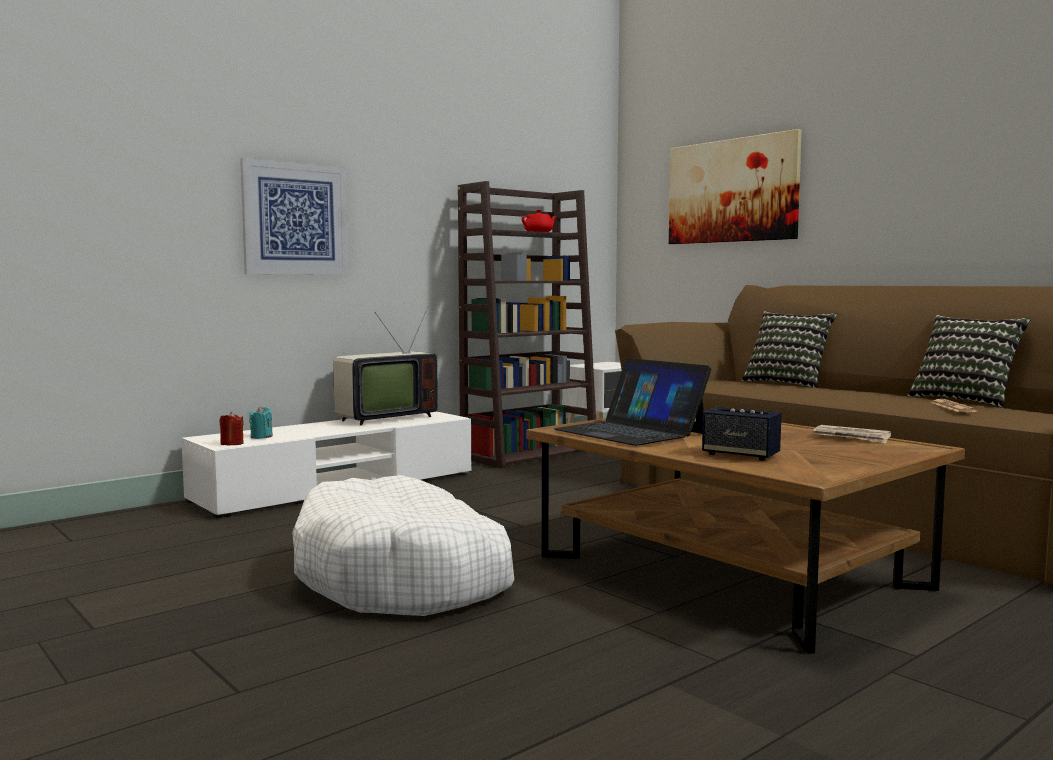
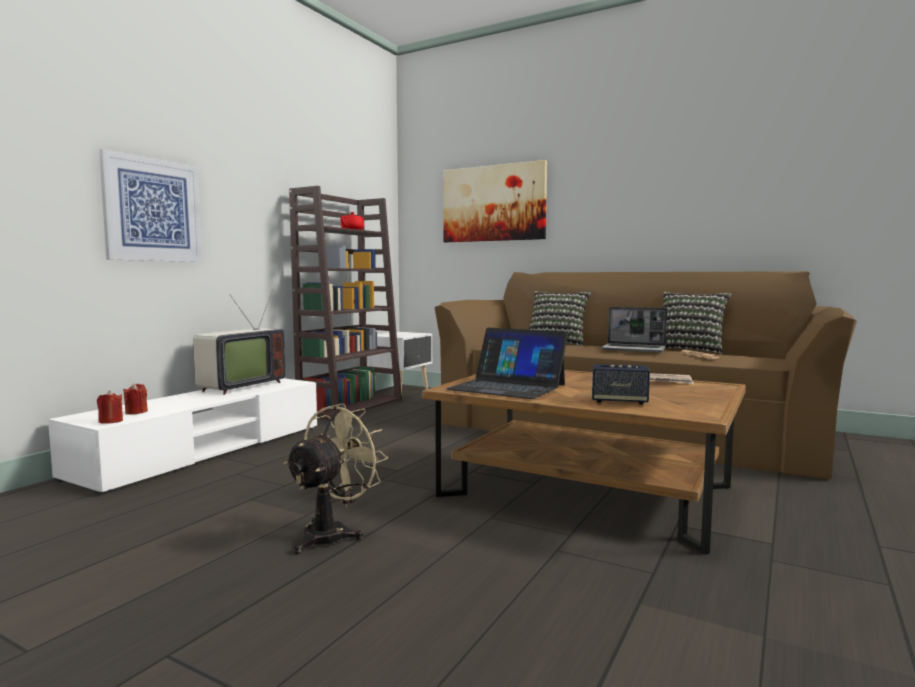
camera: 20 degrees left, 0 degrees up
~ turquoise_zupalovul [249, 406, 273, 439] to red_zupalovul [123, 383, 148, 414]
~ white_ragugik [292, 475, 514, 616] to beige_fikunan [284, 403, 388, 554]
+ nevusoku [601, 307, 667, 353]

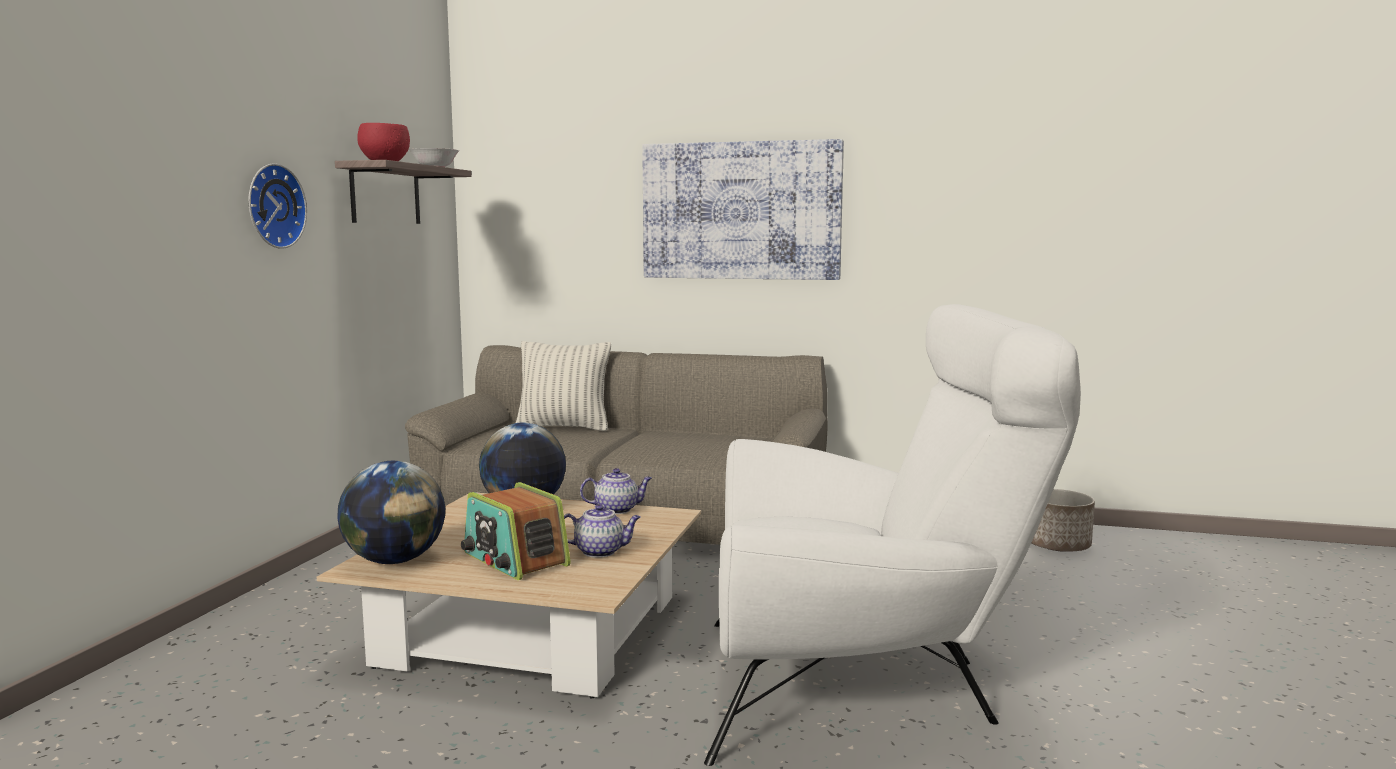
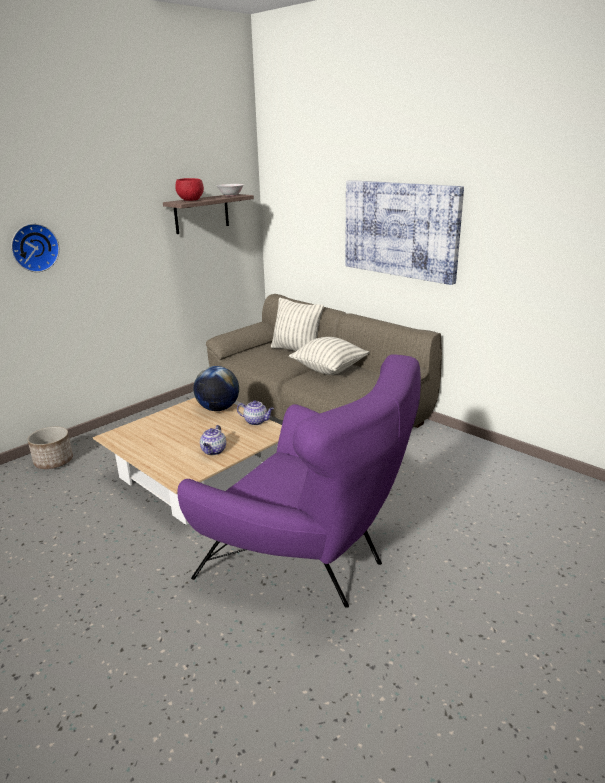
camera: 30 degrees right, 15 degrees up
~ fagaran [248, 163, 307, 249] to [11, 224, 60, 272]
~ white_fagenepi [704, 304, 1081, 766] to purple_fagenepi [177, 355, 421, 608]
- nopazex [338, 461, 445, 564]
- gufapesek [461, 482, 571, 580]
~ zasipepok [1031, 489, 1095, 552] to [27, 427, 73, 469]
~ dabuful [564, 504, 641, 558] = [200, 425, 226, 455] 75 degrees clockwise
+ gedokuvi [289, 337, 369, 375]

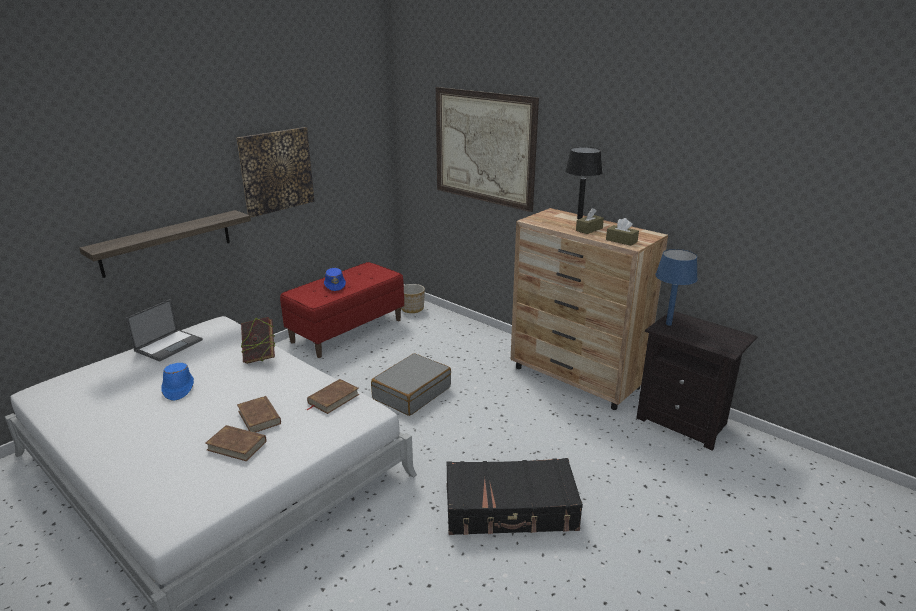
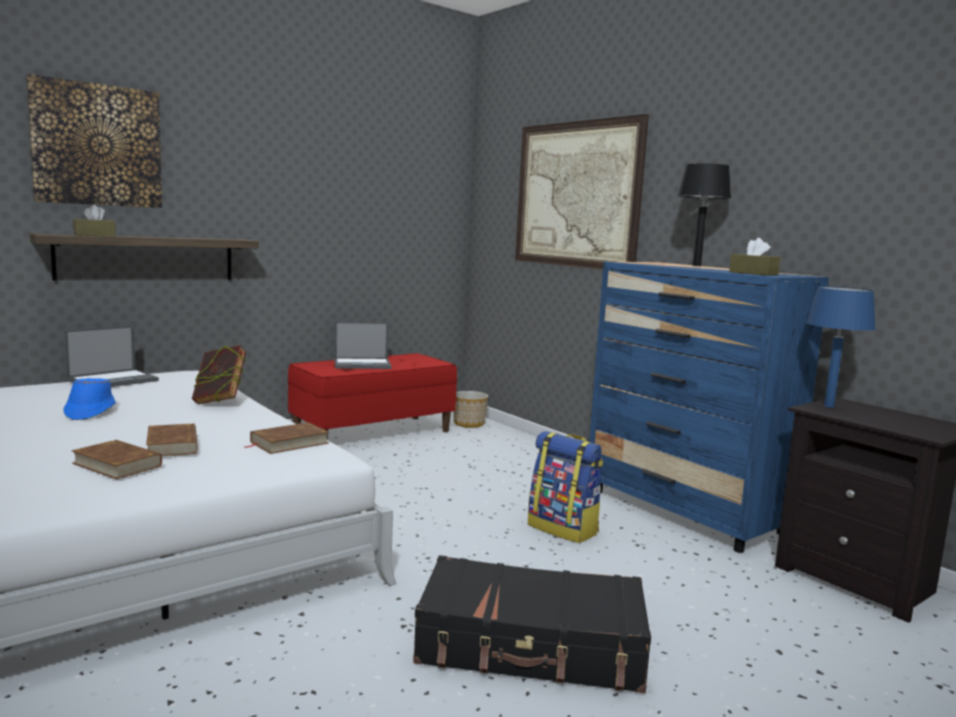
camera: 10 degrees right, 15 degrees down
~ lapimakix [236, 127, 314, 218] to [27, 74, 162, 208]
~ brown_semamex [511, 208, 668, 410] to blue_semamex [589, 262, 829, 553]
~ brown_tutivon [576, 208, 604, 234] to [74, 205, 116, 237]
~ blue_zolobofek [324, 268, 346, 291] to nevusoku [334, 321, 391, 369]
- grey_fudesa [371, 353, 451, 416]
+ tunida [528, 431, 603, 543]

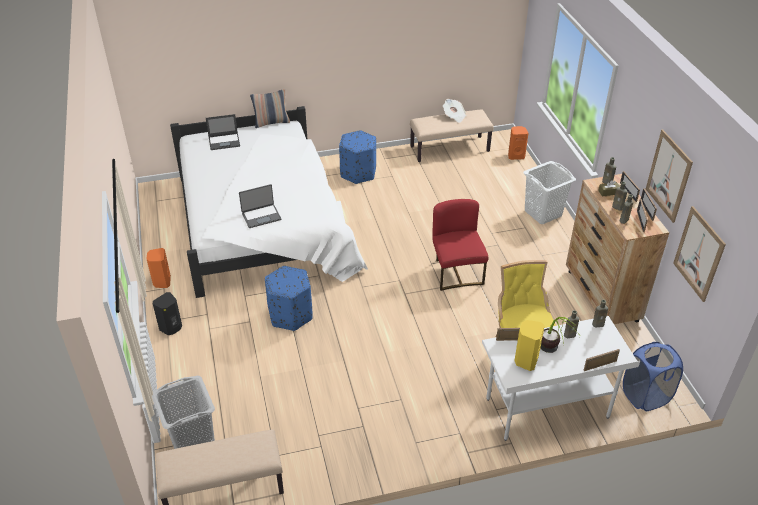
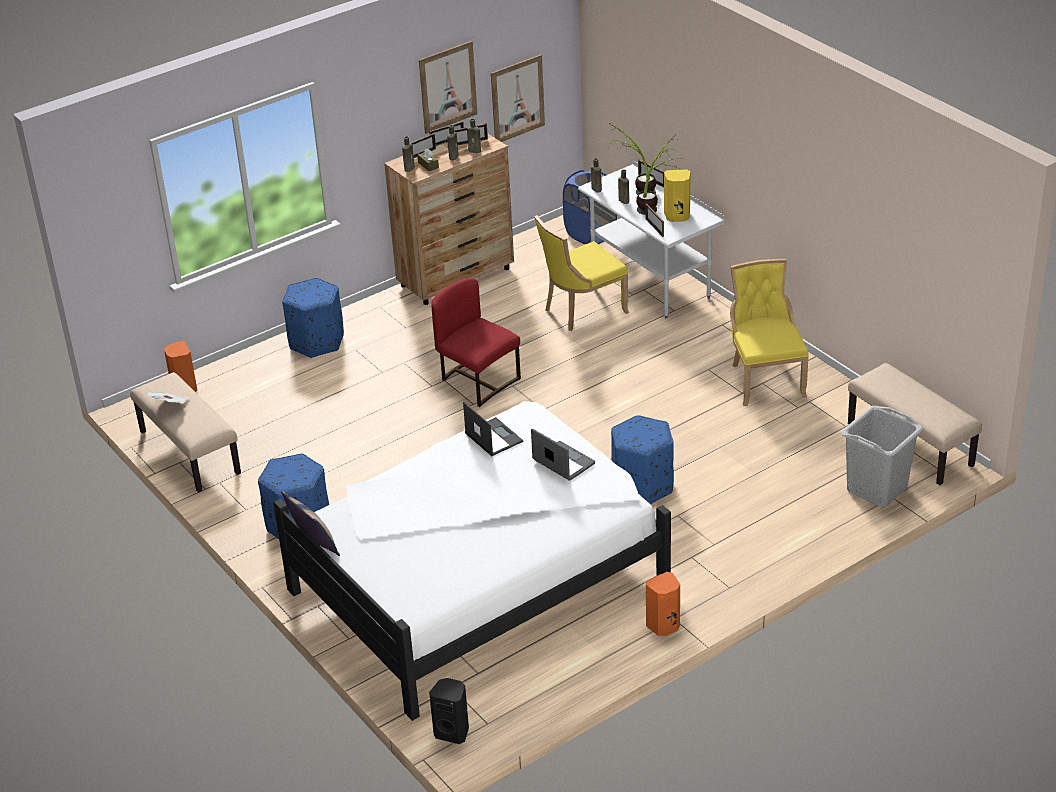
camera: 110 degrees left, 5 degrees down
~ nevusoku [206, 114, 240, 150] to [463, 402, 523, 456]
~ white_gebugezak [523, 161, 576, 224] to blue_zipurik [282, 278, 344, 358]
~ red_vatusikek [432, 199, 488, 291] = [432, 278, 521, 407] 75 degrees clockwise
~ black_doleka [153, 292, 182, 335] to [429, 678, 469, 744]
+ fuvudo [608, 123, 656, 195]
+ yellow_vatusikek [730, 259, 809, 406]

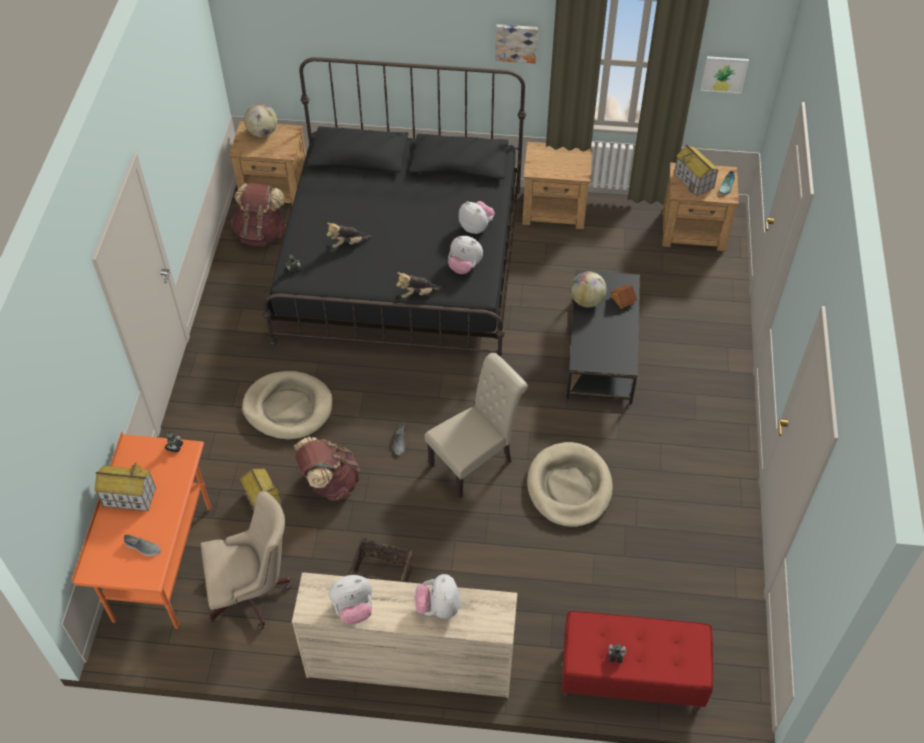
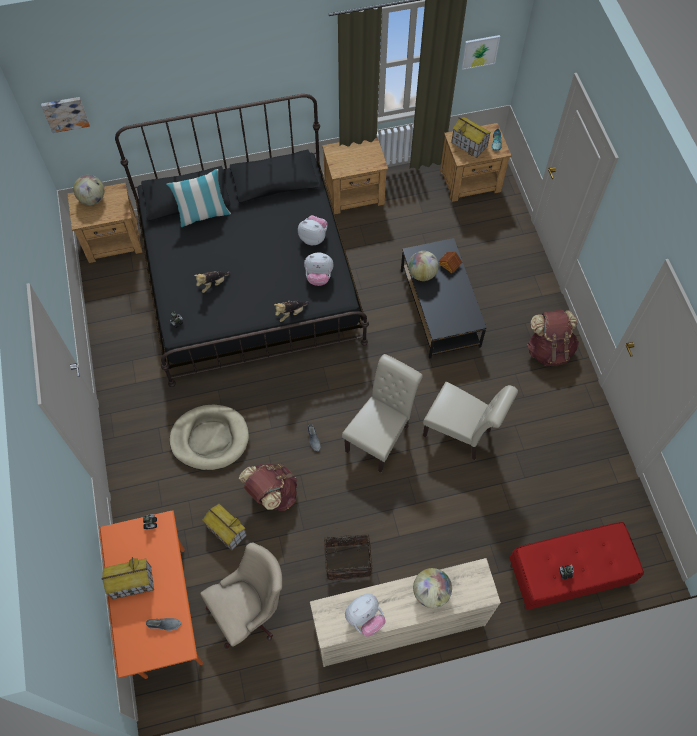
camera: 20 degrees left, 10 degrees up
~ lapimakix [495, 24, 538, 63] to [41, 97, 90, 133]
~ brown_tunida [231, 183, 286, 246] to [527, 310, 579, 366]
~ beige_ragugik [527, 442, 613, 528] to beige_vatusikek [423, 382, 518, 460]
~ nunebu [415, 574, 460, 619] to nopazex [413, 568, 452, 608]
+ gedokuvi [166, 169, 231, 227]

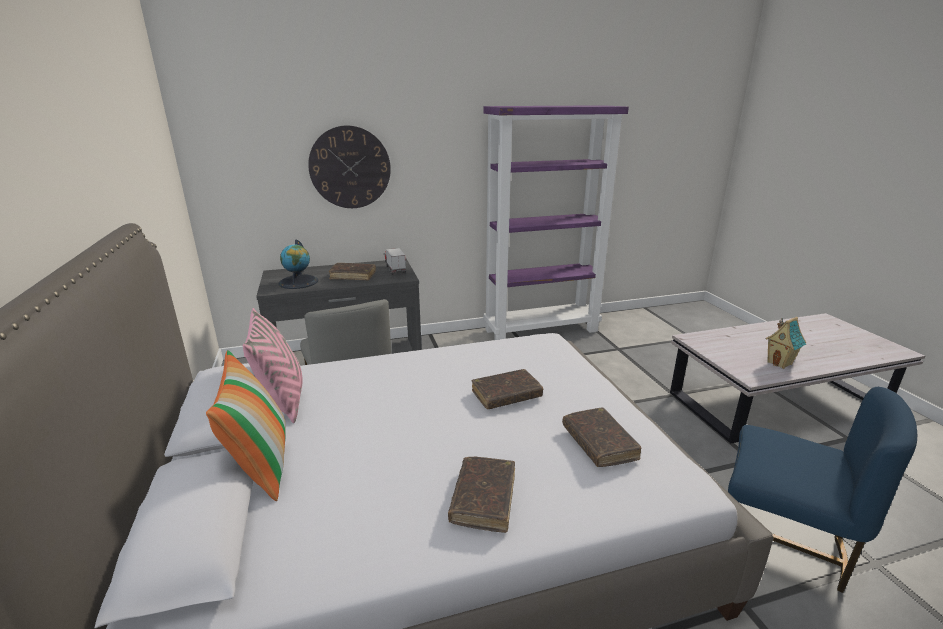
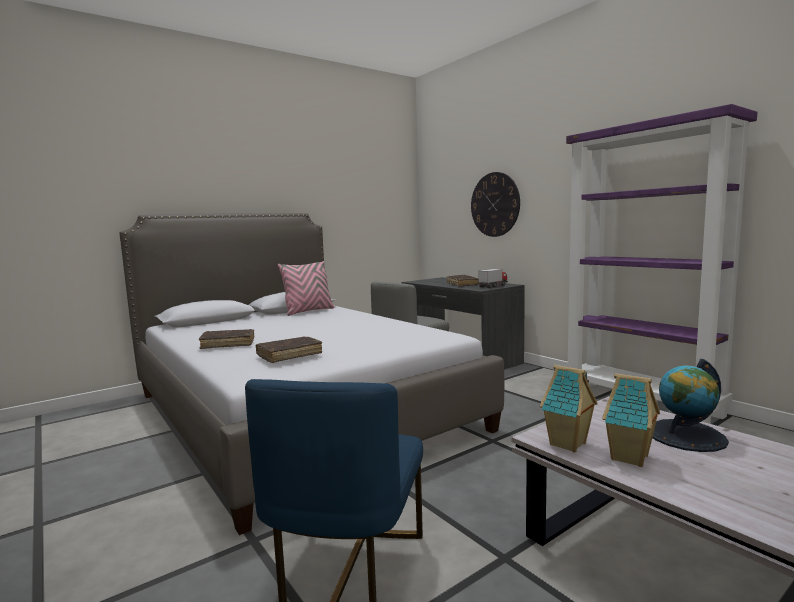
camera: 70 degrees right, 15 degrees down
~ nopazex [278, 239, 318, 289] to [653, 359, 729, 452]
- gedokuvi [206, 350, 286, 501]
- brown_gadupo [472, 369, 543, 409]
+ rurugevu [540, 365, 598, 453]

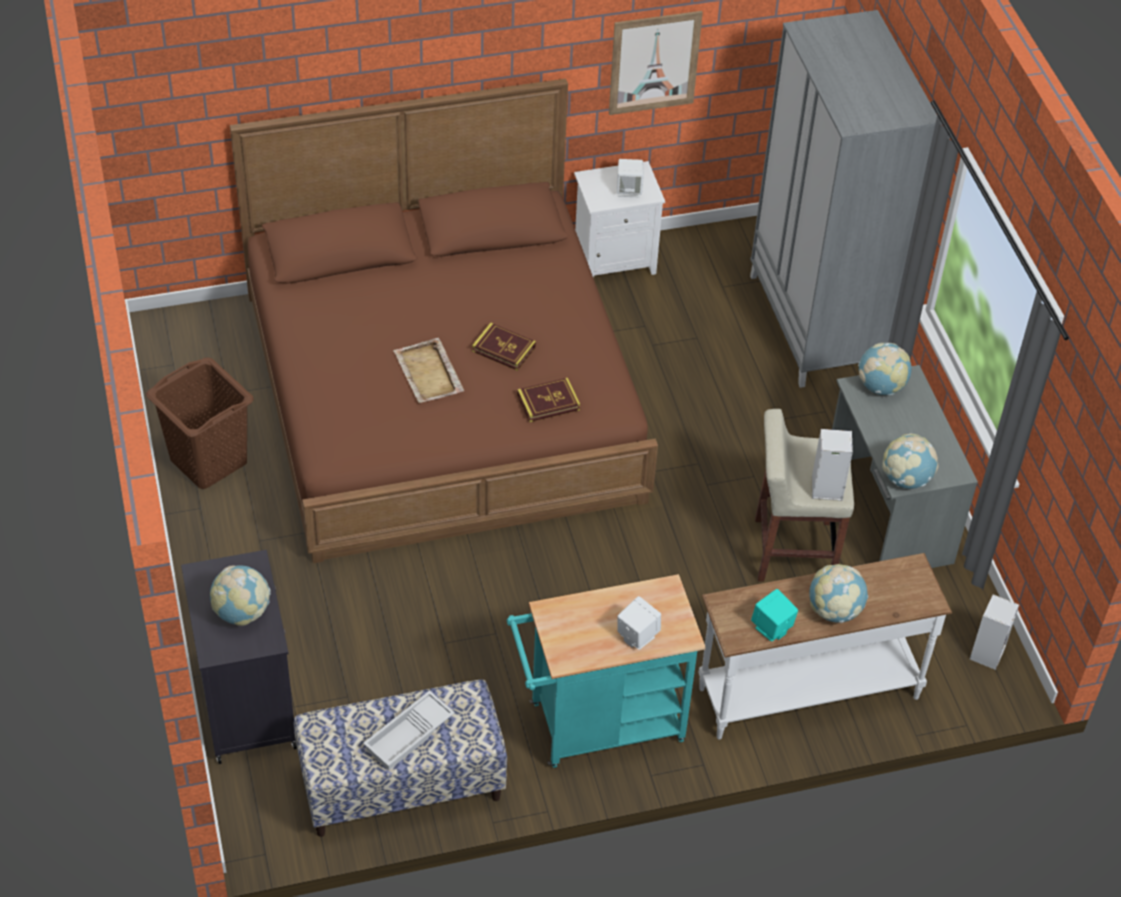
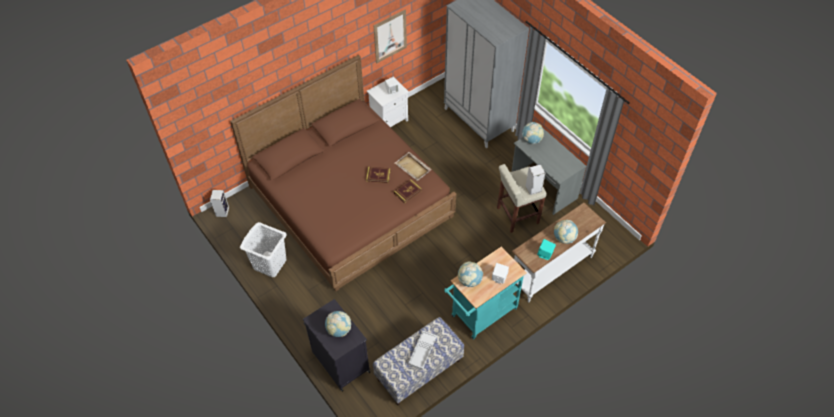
camera: 20 degrees left, 5 degrees up
~ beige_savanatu [393, 338, 465, 403] to [395, 152, 432, 181]
~ brown_gebugezak [146, 357, 254, 489] to white_gebugezak [240, 222, 287, 277]
~ nopazex [882, 433, 939, 489] to [458, 261, 483, 287]
~ doleka [970, 594, 1019, 670] to [210, 190, 229, 217]

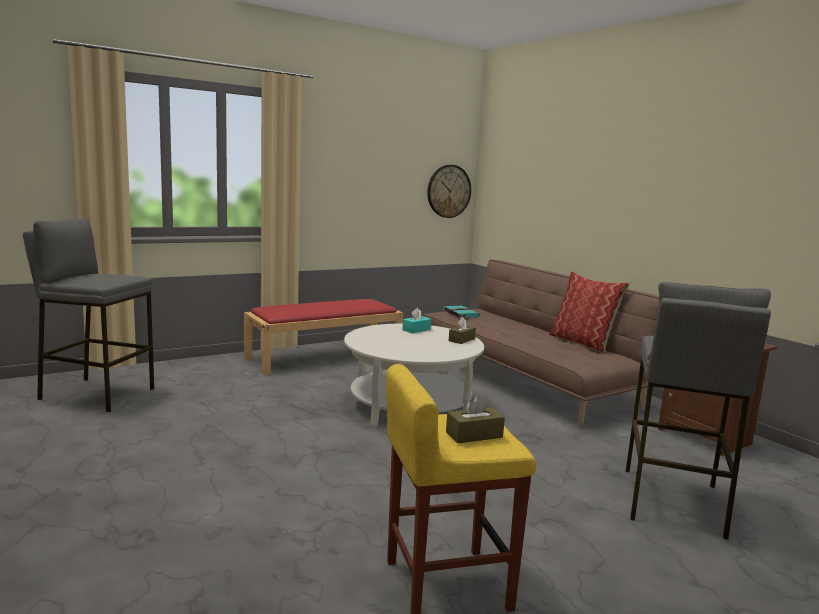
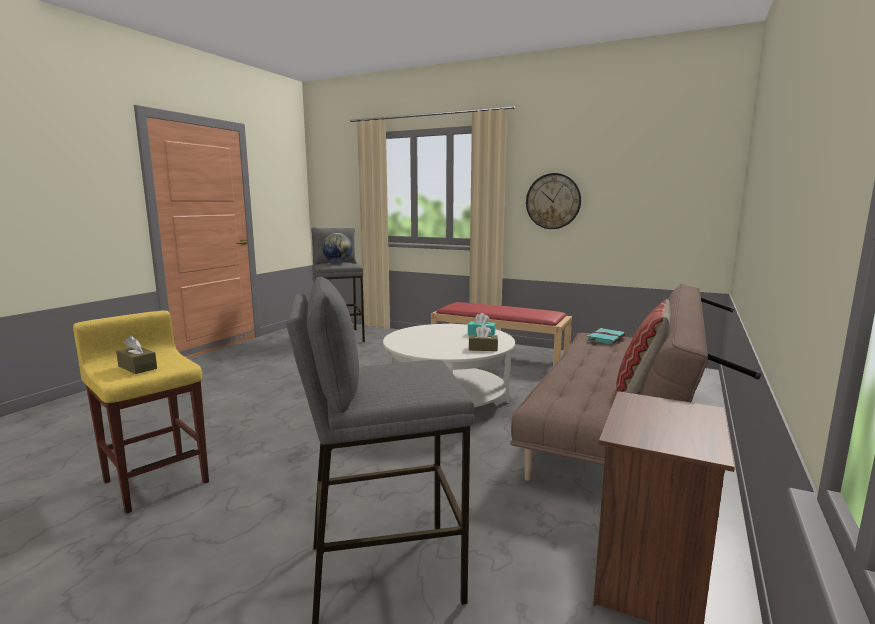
camera: 60 degrees right, 0 degrees up
~ fagaran [427, 165, 471, 218] to [526, 173, 581, 229]
+ nopazex [322, 233, 353, 263]

